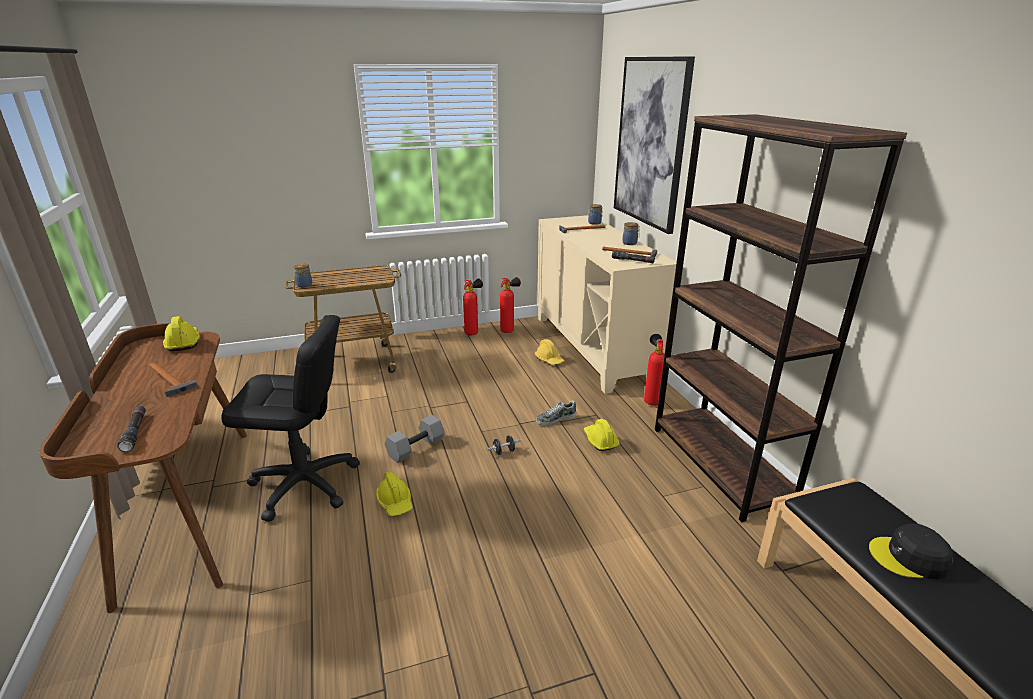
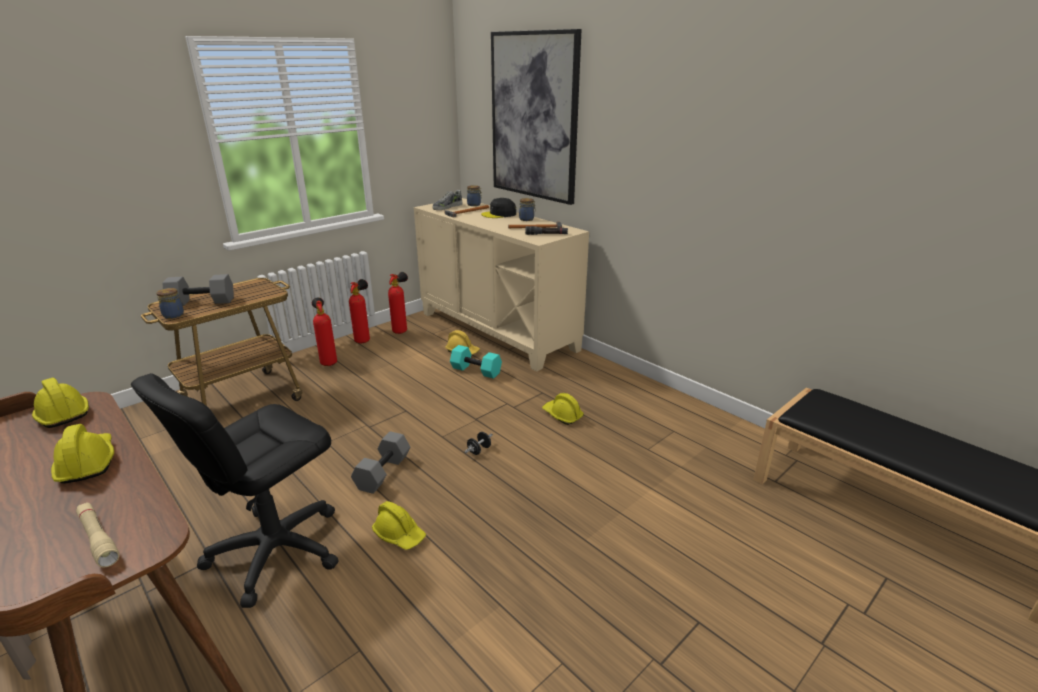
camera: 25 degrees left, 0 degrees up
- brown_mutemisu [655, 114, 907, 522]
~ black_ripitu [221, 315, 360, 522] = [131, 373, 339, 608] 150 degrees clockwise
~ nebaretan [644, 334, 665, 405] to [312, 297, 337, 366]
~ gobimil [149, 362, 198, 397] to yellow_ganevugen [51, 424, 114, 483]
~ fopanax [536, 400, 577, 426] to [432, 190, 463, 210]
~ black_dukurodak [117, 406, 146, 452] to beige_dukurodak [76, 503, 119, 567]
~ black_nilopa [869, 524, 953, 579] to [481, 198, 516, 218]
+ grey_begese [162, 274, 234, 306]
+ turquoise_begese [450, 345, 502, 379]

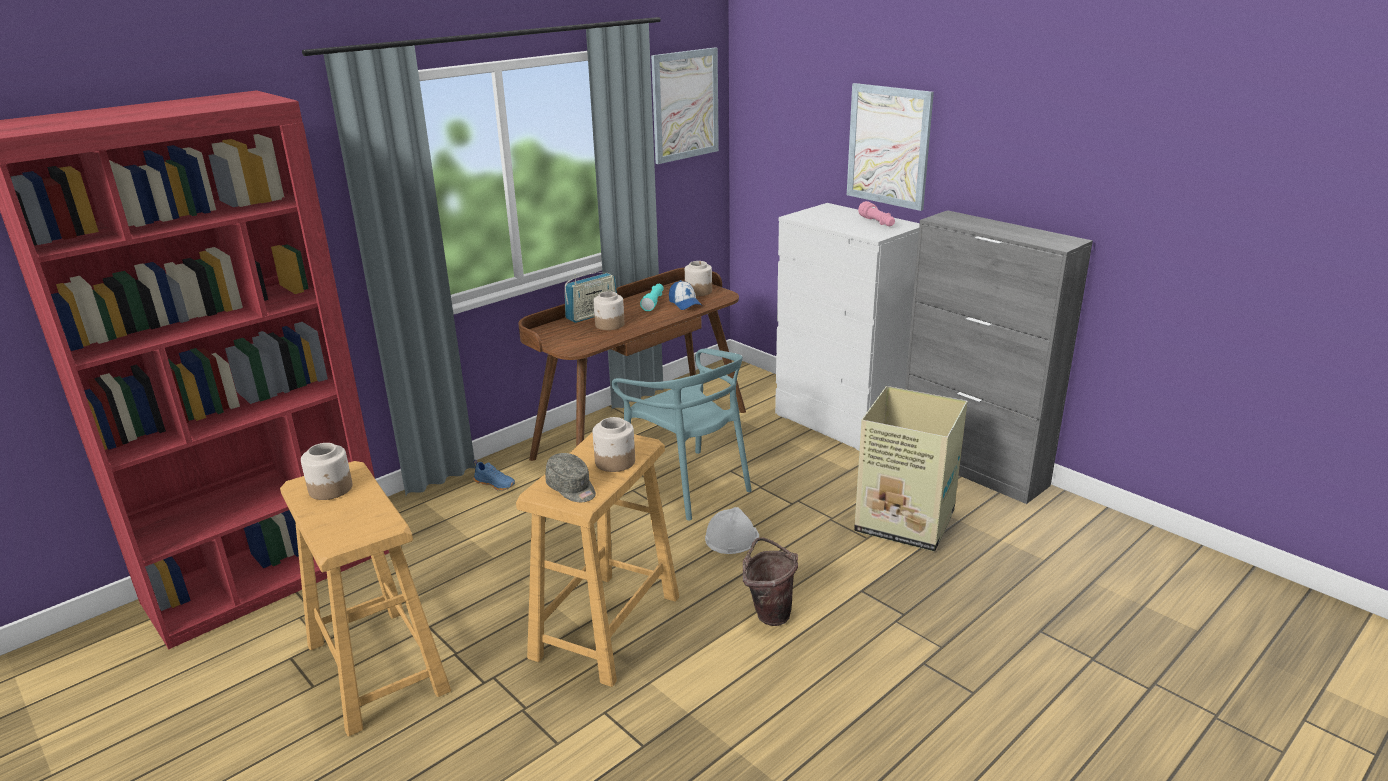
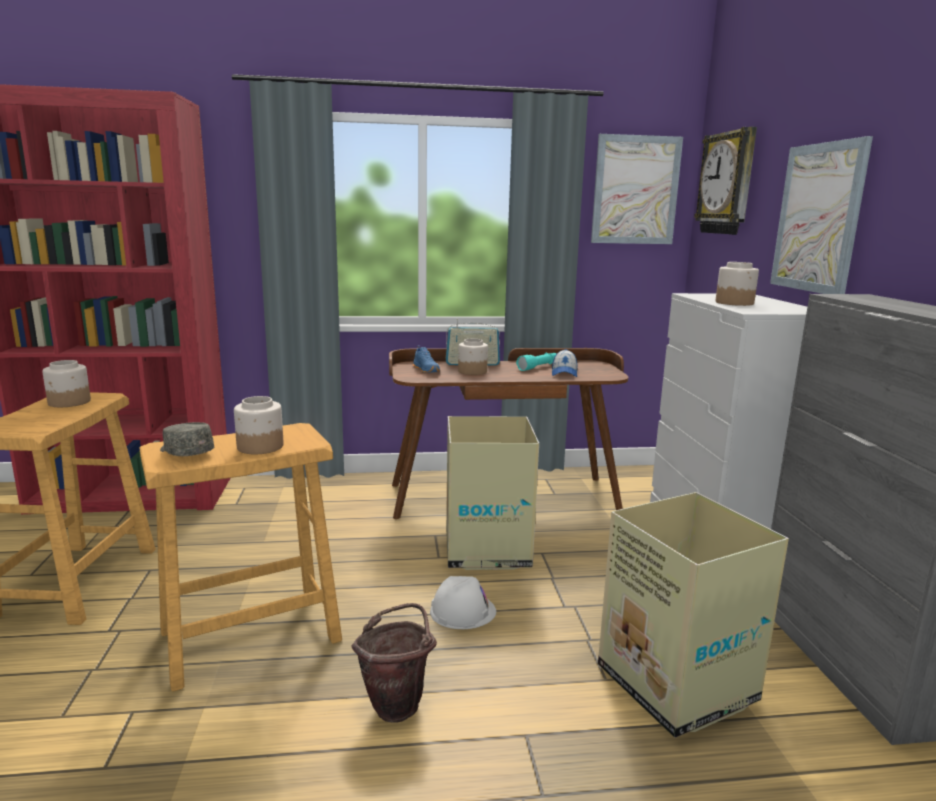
camera: 35 degrees right, 10 degrees down
- pink_dukurodak [858, 201, 895, 226]
~ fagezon [685, 261, 712, 296] to [716, 262, 759, 306]
~ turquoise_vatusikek [611, 349, 752, 521] to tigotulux [446, 416, 539, 570]
~ grey_nilopa [545, 453, 596, 502] = [160, 422, 214, 456] 135 degrees clockwise
~ blue_fopanax [474, 460, 515, 491] to [413, 345, 440, 373]
+ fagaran [694, 127, 757, 235]

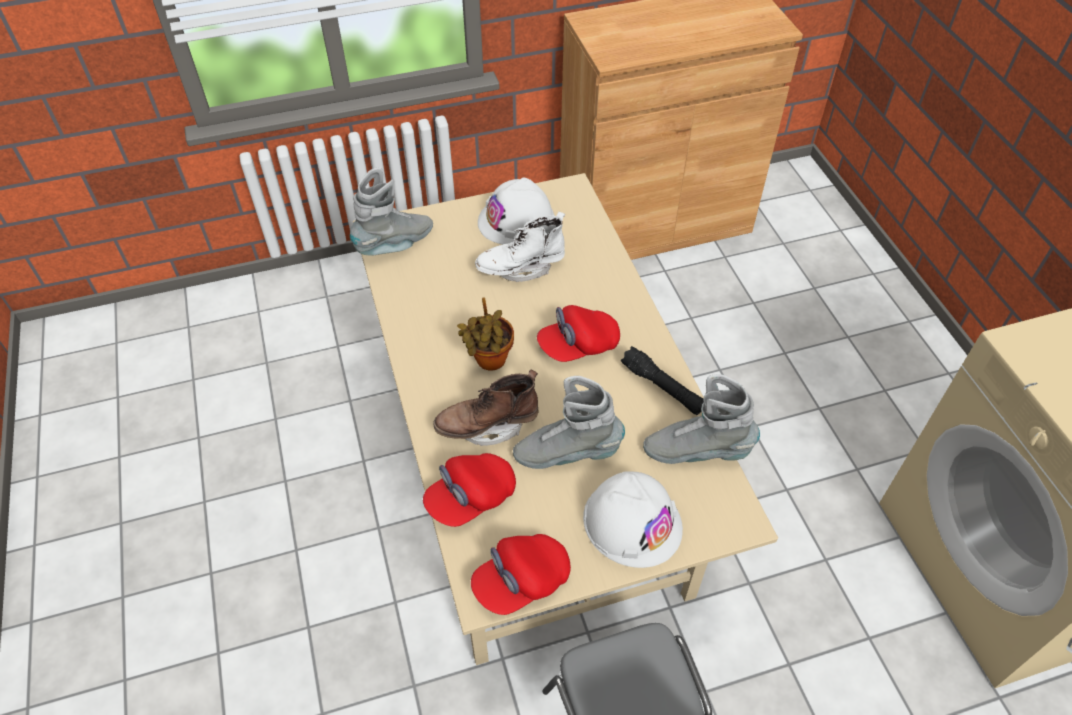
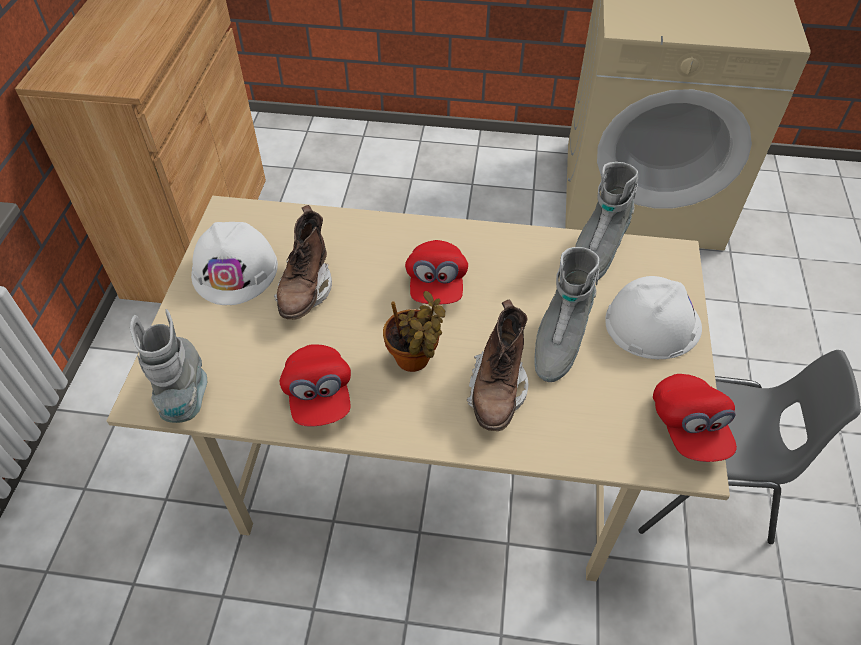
camera: 65 degrees left, 0 degrees up
~ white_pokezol [475, 212, 565, 282] to brown_pokezol [274, 205, 332, 320]
- black_dukurodak [621, 346, 704, 415]
~ red_nilopa [423, 453, 516, 527] to [280, 344, 351, 427]

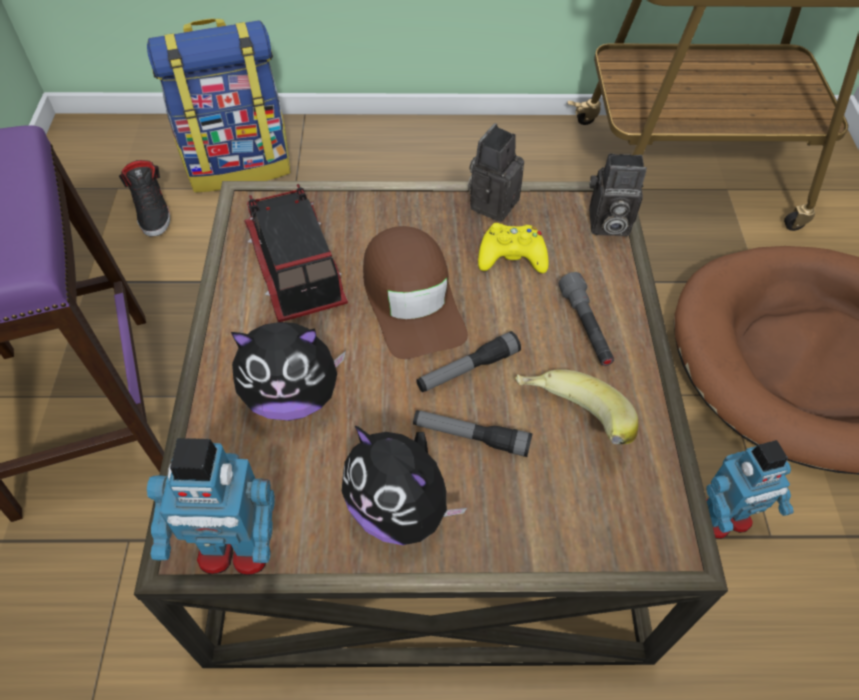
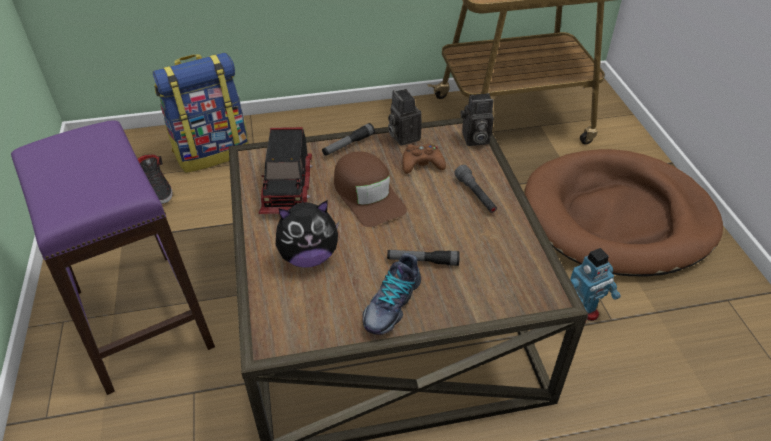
camera: 10 degrees left, 10 degrees down
~ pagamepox [468, 123, 524, 222] = [388, 89, 422, 146] 45 degrees counterclockwise
~ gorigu [244, 184, 348, 322] = [259, 127, 313, 214] 150 degrees counterclockwise
~ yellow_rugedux [478, 223, 549, 273] to brown_rugedux [402, 144, 446, 174]
~ dukurodak [416, 331, 521, 392] to [322, 123, 375, 156]
- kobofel [515, 369, 638, 444]
~ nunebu [342, 425, 467, 545] to fopanax [362, 253, 421, 335]
- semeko [147, 438, 275, 576]

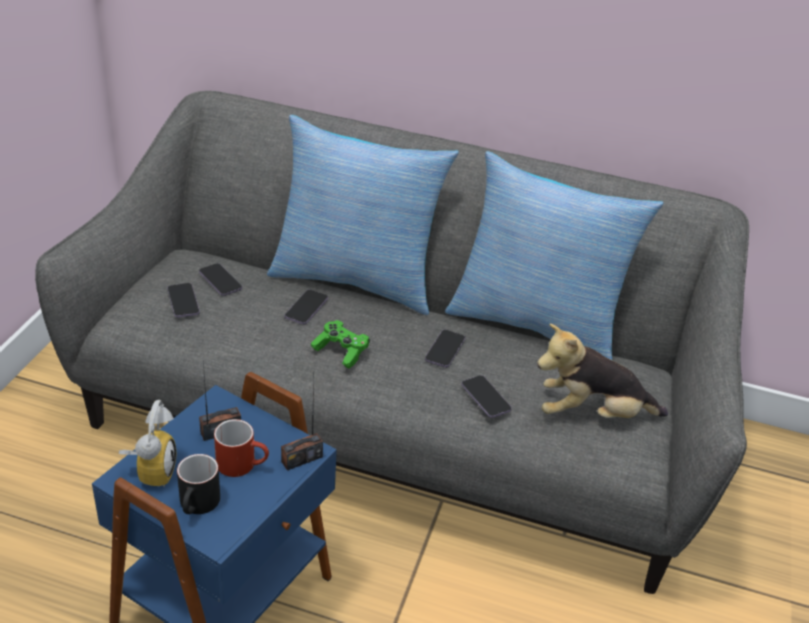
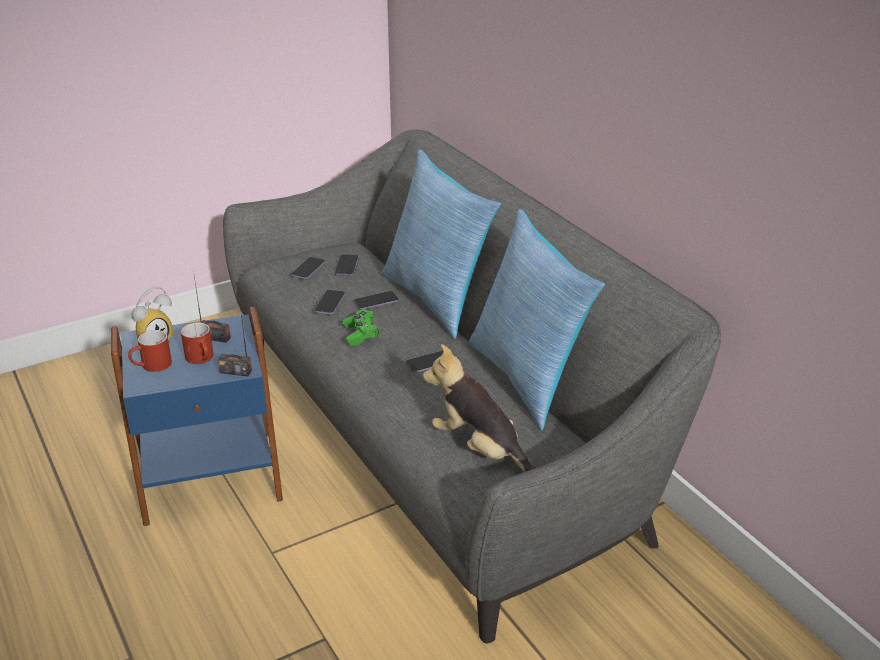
camera: 45 degrees right, 5 degrees down
~ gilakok [461, 375, 512, 418] to [314, 290, 345, 314]
~ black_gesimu [177, 454, 220, 514] to red_gesimu [128, 330, 172, 372]

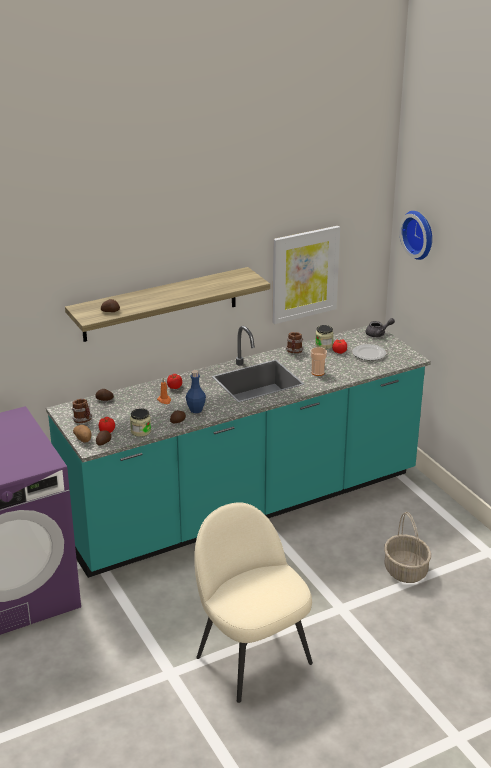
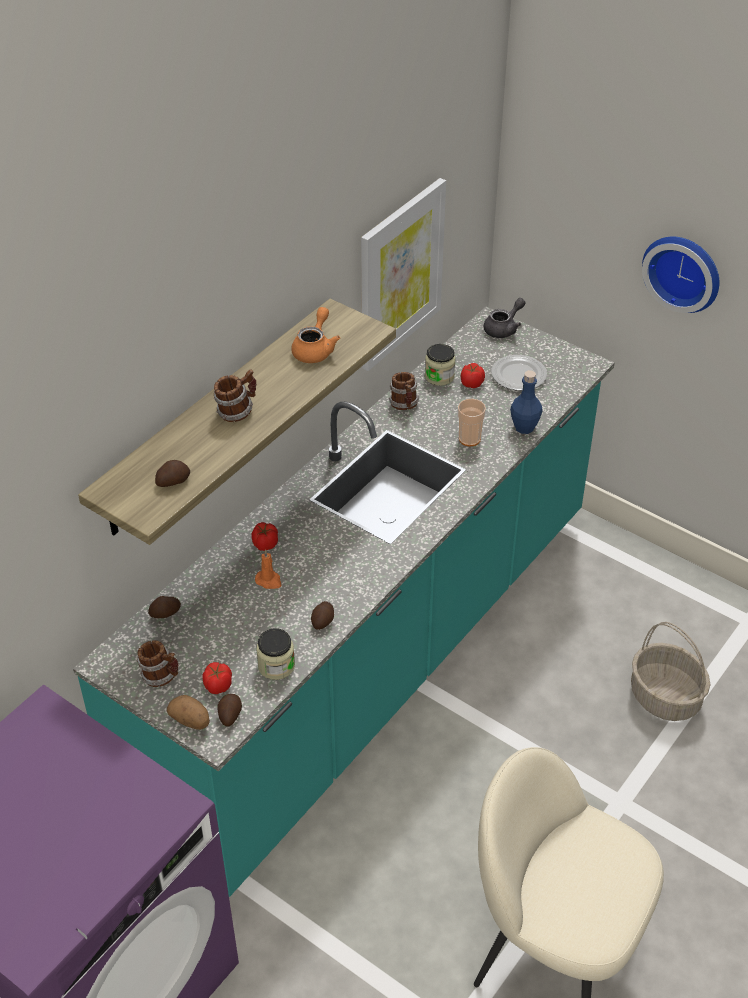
camera: 25 degrees left, 15 degrees up
~ fagaran [399, 211, 432, 260] to [642, 237, 719, 313]
~ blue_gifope [186, 370, 206, 413] to [510, 370, 543, 434]
+ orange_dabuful [291, 307, 340, 363]
+ gesimu [214, 370, 256, 422]

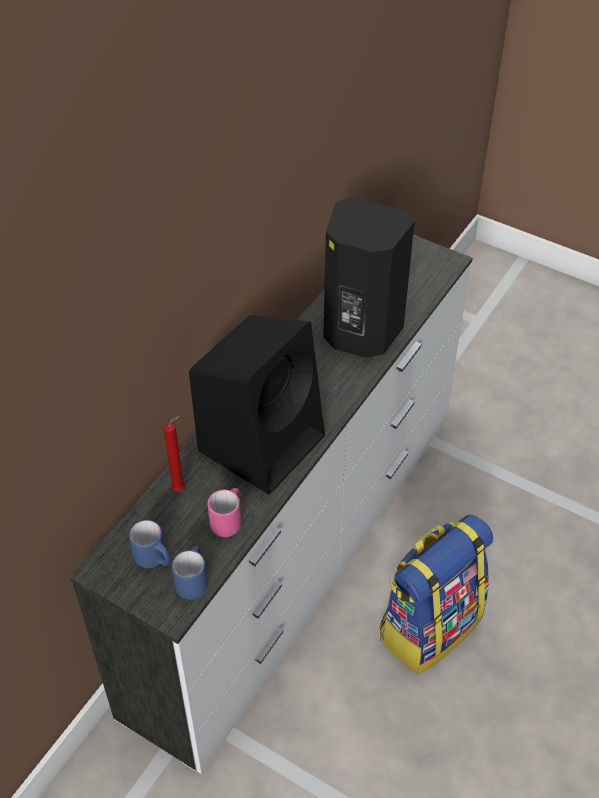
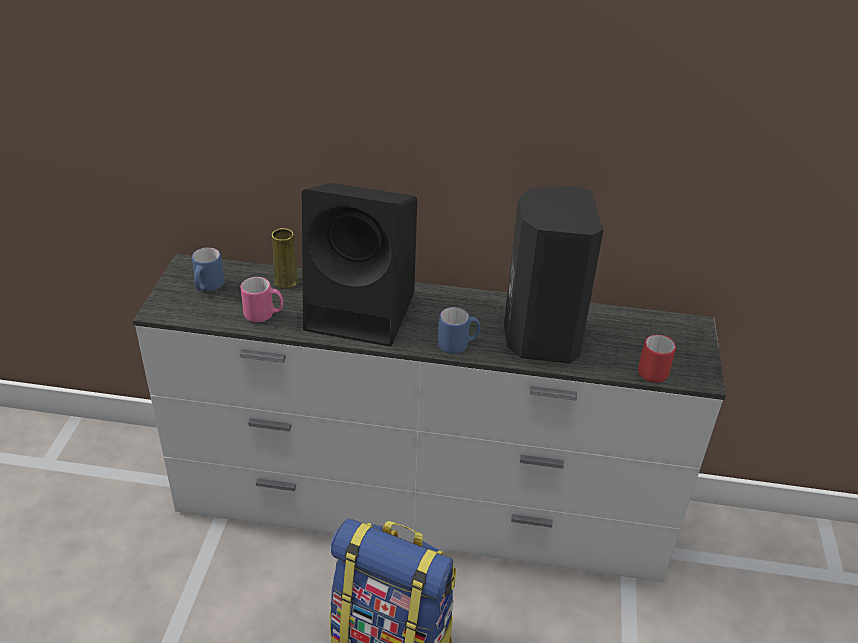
camera: 65 degrees right, 10 degrees down
~ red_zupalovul [164, 415, 185, 492] to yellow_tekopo [272, 228, 299, 289]
~ blue_gesimu [172, 546, 208, 599] to [438, 307, 480, 354]
+ red_gesimu [638, 335, 676, 383]

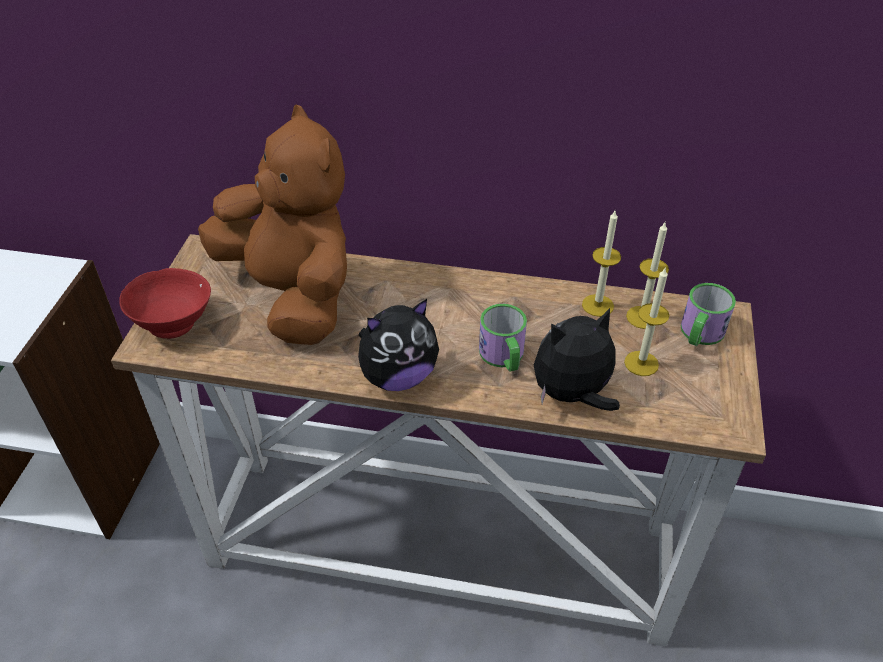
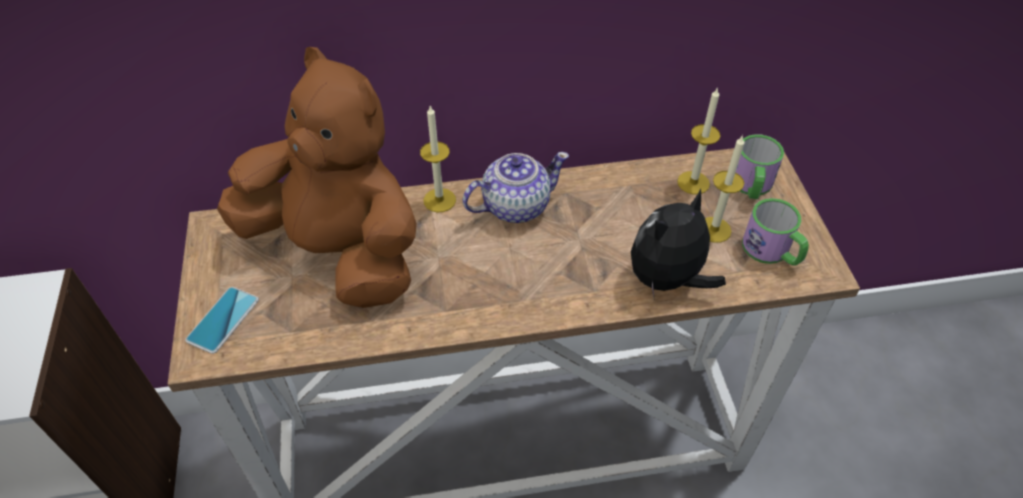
camera: 20 degrees left, 5 degrees up
~ zupalovul [582, 211, 621, 317] to [420, 106, 456, 213]
~ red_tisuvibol [119, 268, 211, 339] to gilakok [185, 287, 259, 354]
- nunebu [358, 299, 439, 391]
~ gesimu [479, 304, 527, 372] to [742, 198, 809, 266]
+ dabuful [462, 152, 569, 223]

